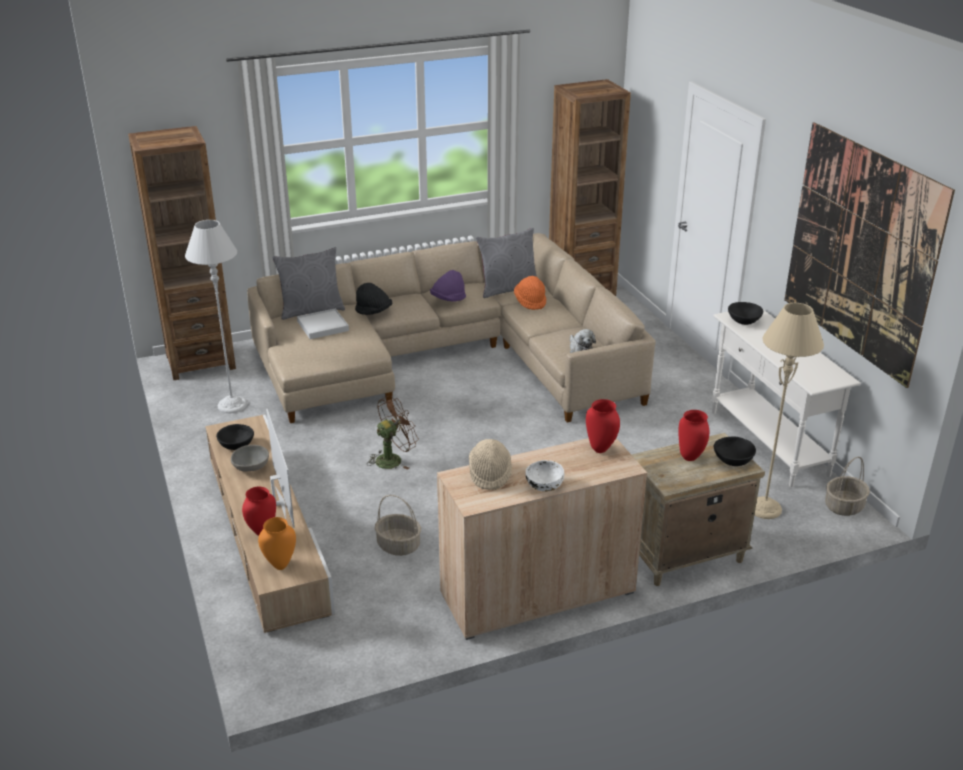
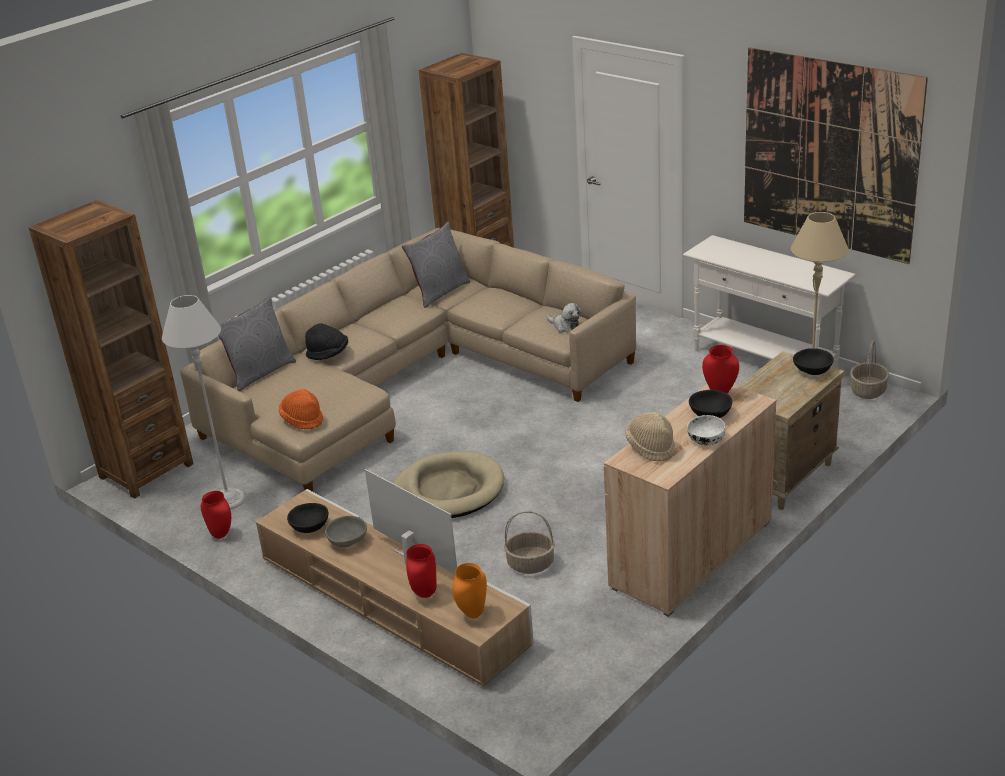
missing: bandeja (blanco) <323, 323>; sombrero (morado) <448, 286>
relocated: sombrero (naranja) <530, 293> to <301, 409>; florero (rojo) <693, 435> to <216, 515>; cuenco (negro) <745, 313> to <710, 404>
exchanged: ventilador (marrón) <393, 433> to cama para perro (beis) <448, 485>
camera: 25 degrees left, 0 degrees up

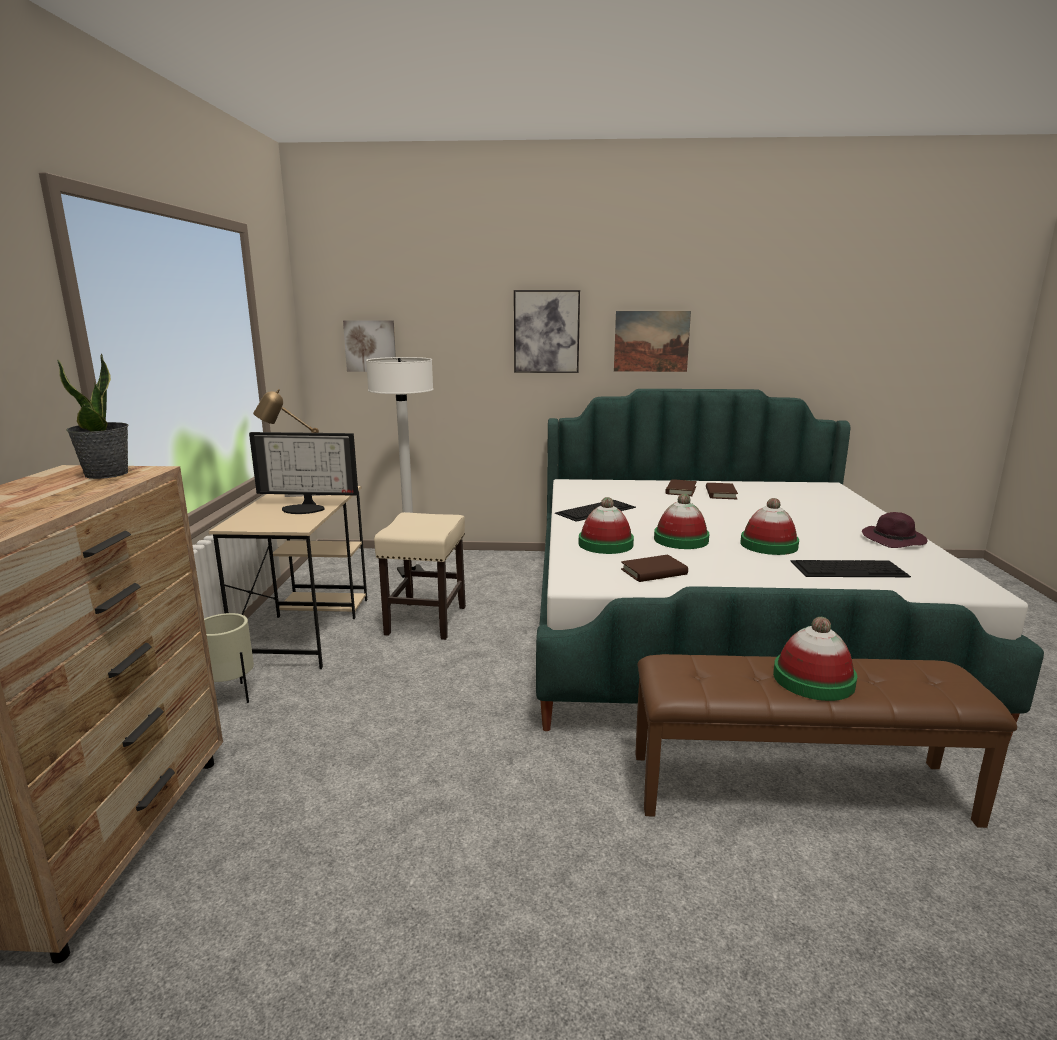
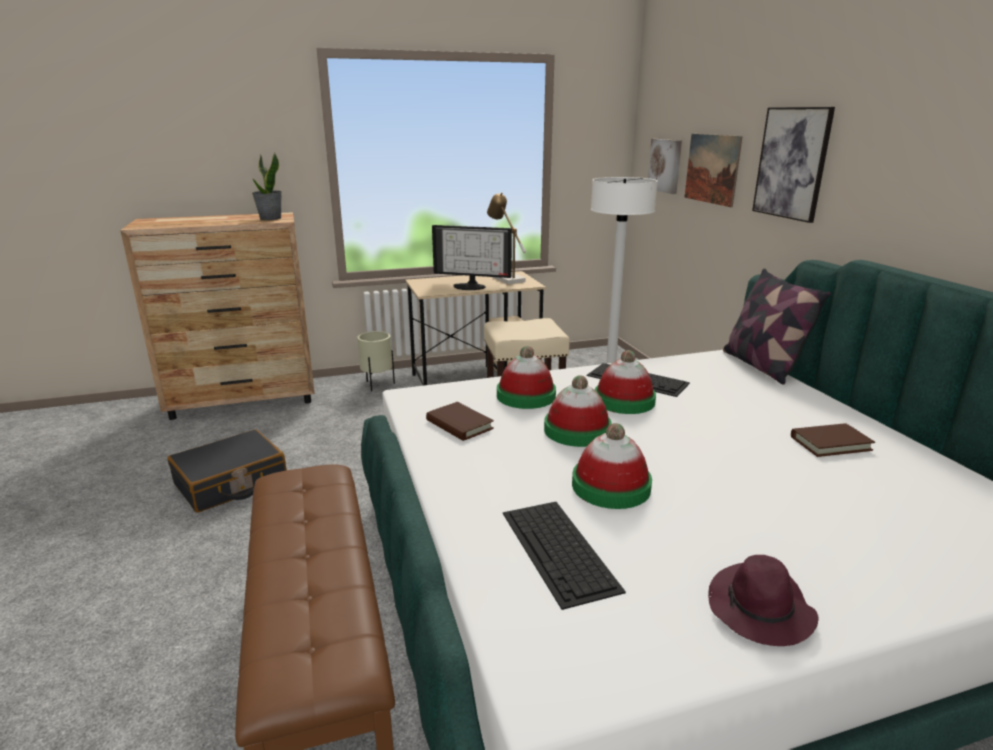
missing: libro (marrón) <681, 487>
appeared: maleta (negro) <227, 471>; cojín <777, 326>
relocated: cuadro <652, 341> to <713, 170>; sombrero <815, 659> to <625, 382>
spun: monitor <303, 473> = <472, 257> 60 degrees counterclockwise
camera: 70 degrees right, 5 degrees up

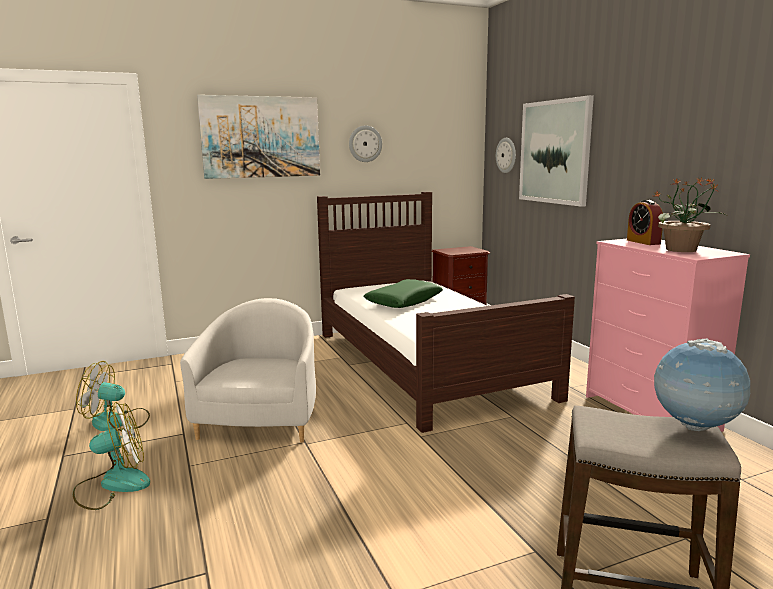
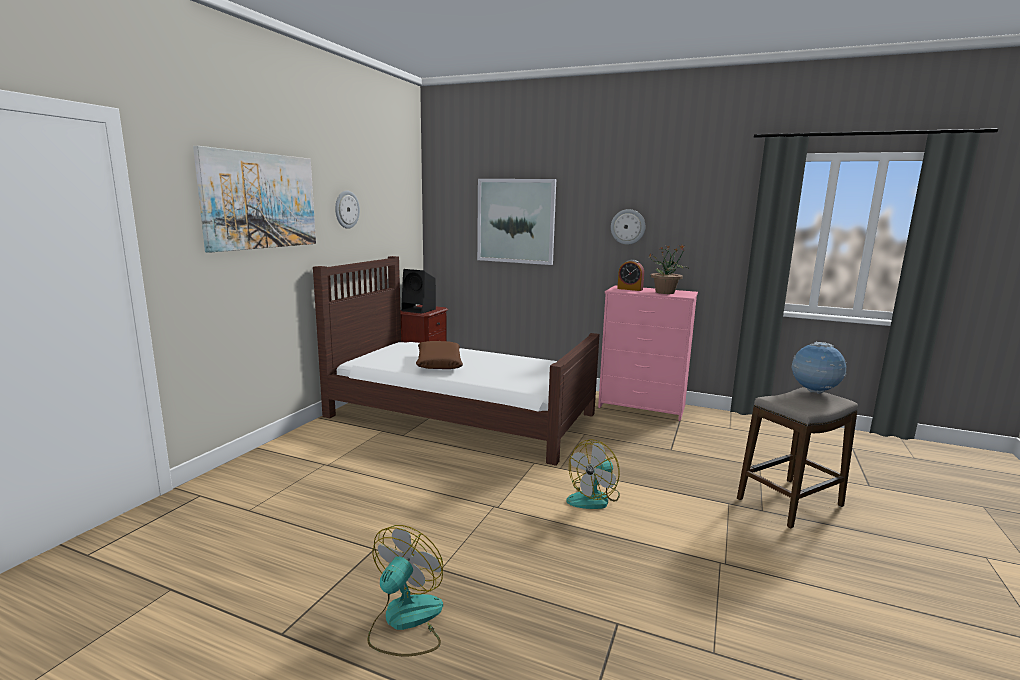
missing: sillón (blanco) <248, 370>
appeared: altavoz (negro) <418, 291>
relocated: ventilador <113, 396> to <593, 474>; reloj de pared <506, 155> to <628, 227>
colour: cojín (verde) <403, 293> to cojín (marrón) <439, 355>
camera: 45 degrees left, 0 degrees up

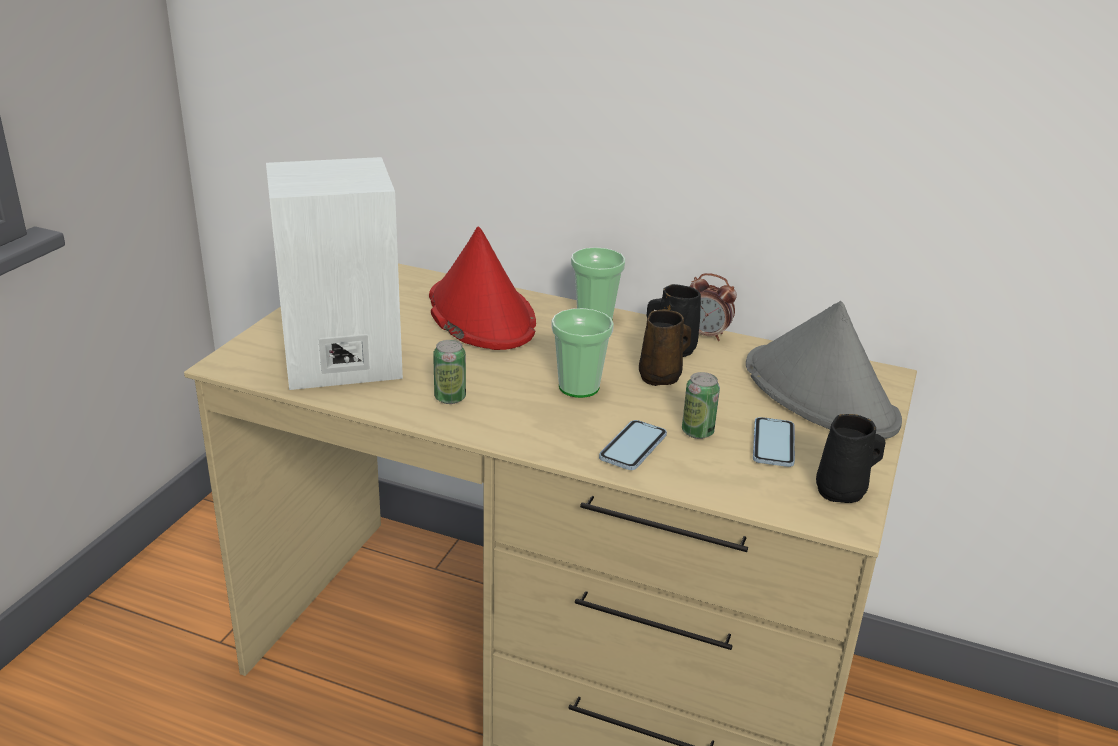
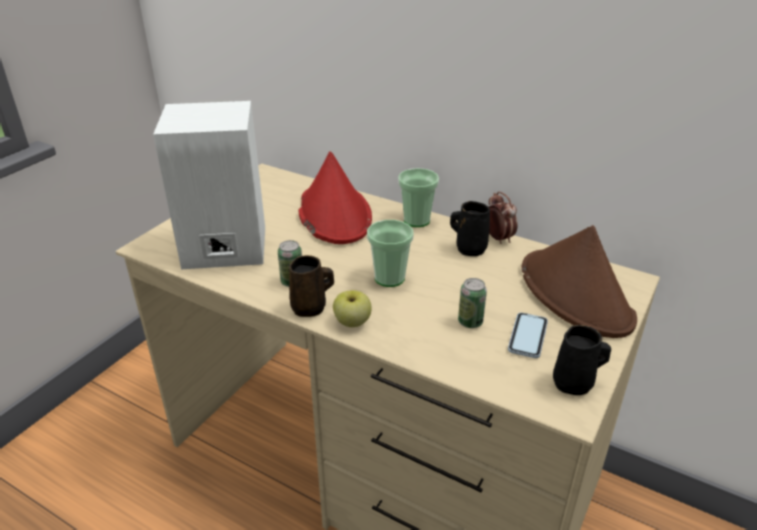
missing: móvil <633, 445>
appeared: manzana <352, 308>
relocated: taza grande (marrón) <665, 348> to <311, 286>
colour: sombrero (gris) <824, 370> to sombrero (marrón) <579, 281>
spun: despertador <713, 307> = <503, 218> 150 degrees counterclockwise
camera: 10 degrees right, 5 degrees up

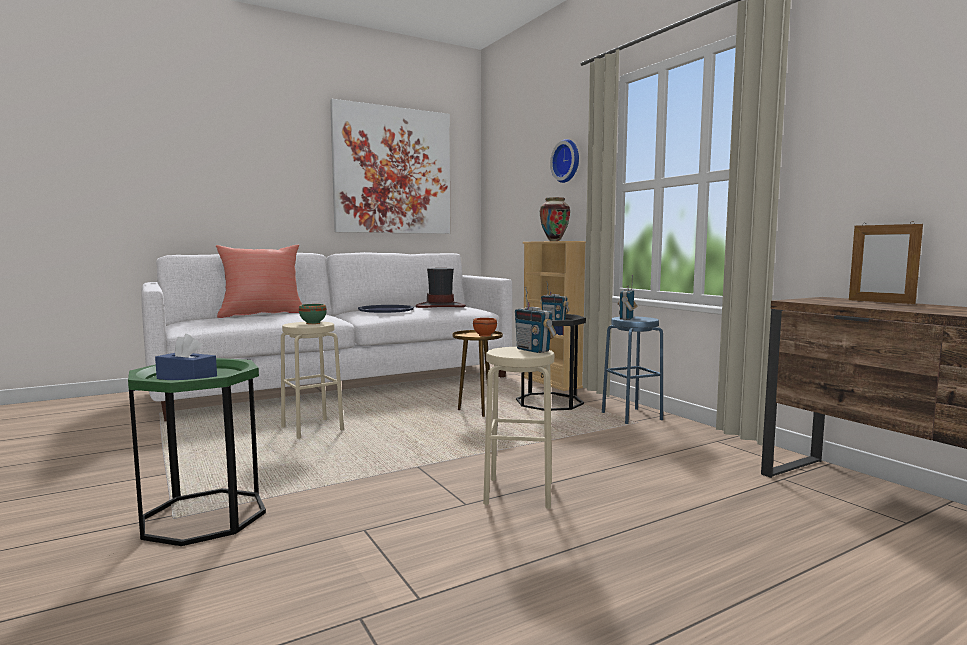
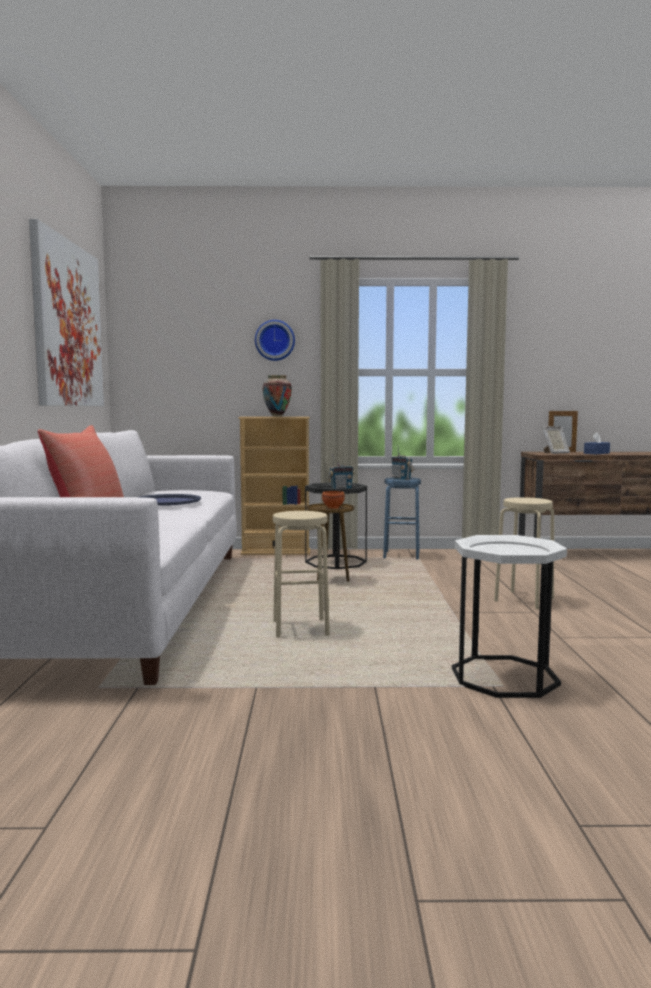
missing: cuenco (verde) <313, 314>; sombrero <441, 288>; radio <535, 320>
appeared: portarretratos <556, 440>
relocated: caja de pañuelos (azul) <186, 357> to <597, 443>
colour: mesa auxiliar (verde) <197, 452> to mesa auxiliar (blanco) <509, 616>
camera: 60 degrees left, 0 degrees up

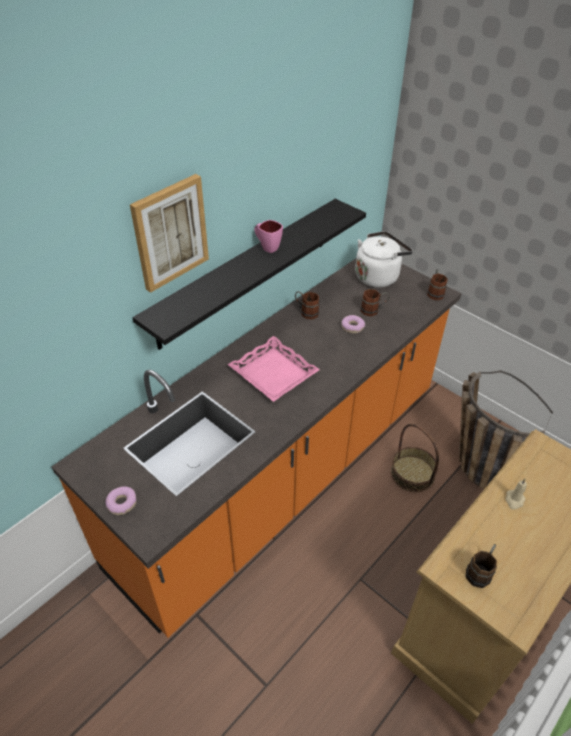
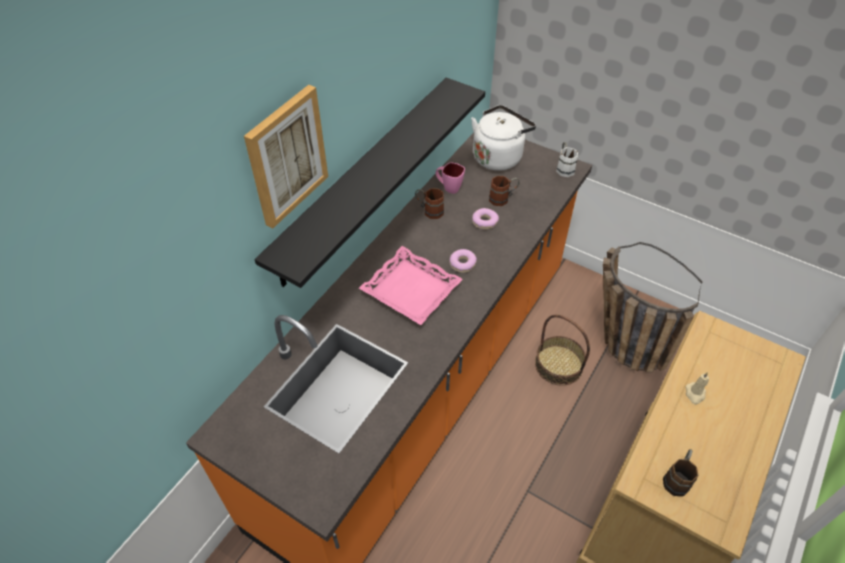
relocated: rosquilla <120, 501> to <463, 261>; taza grande (rosa) <268, 236> to <450, 178>
colour: taza grande (marrón) <437, 284> to taza grande (blanco) <567, 159>
camera: 10 degrees left, 5 degrees up

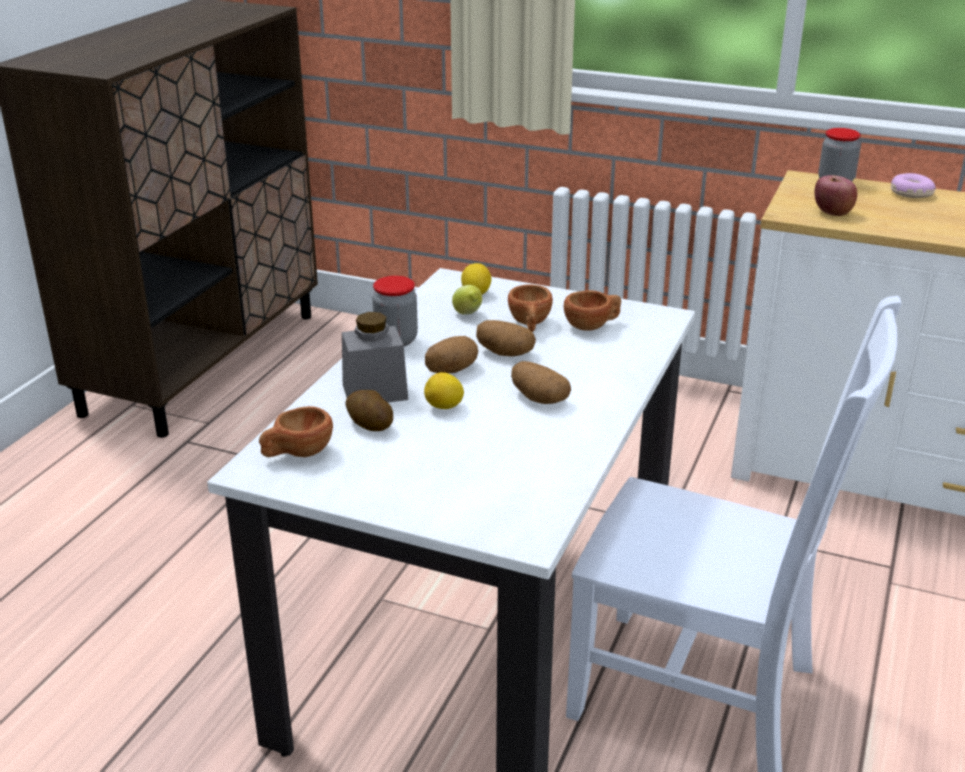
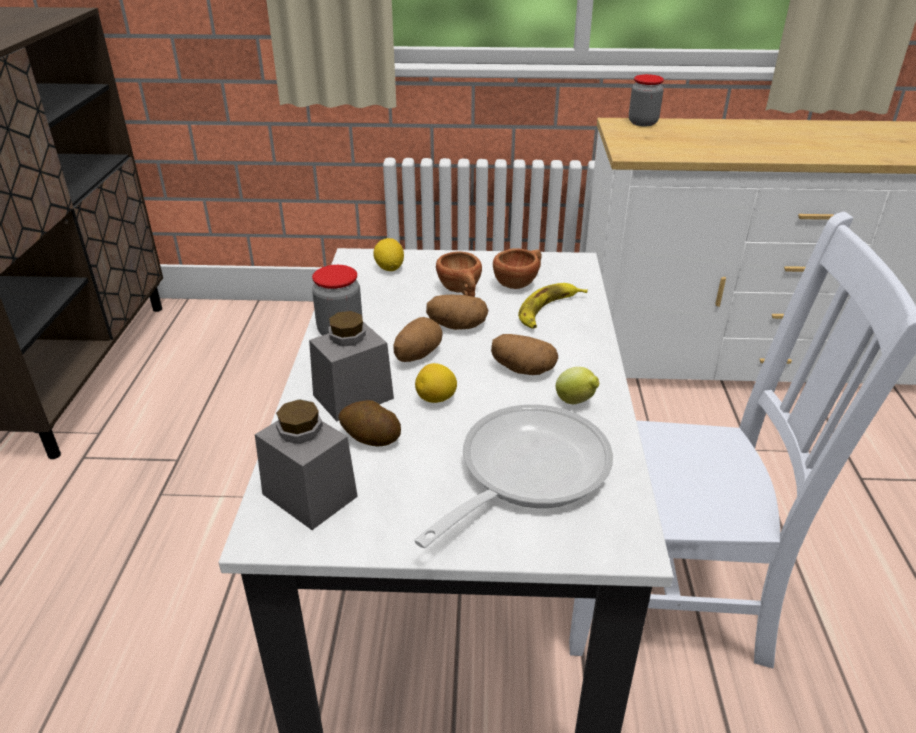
missing: manzana <836, 195>; rosquilla <913, 185>
appeared: sartén <513, 476>; plátano <553, 306>
relocated: limón <467, 300> to <577, 385>
exchanged: taza (marrón) <296, 431> to tarro (gris) <306, 464>
camera: 20 degrees left, 5 degrees up

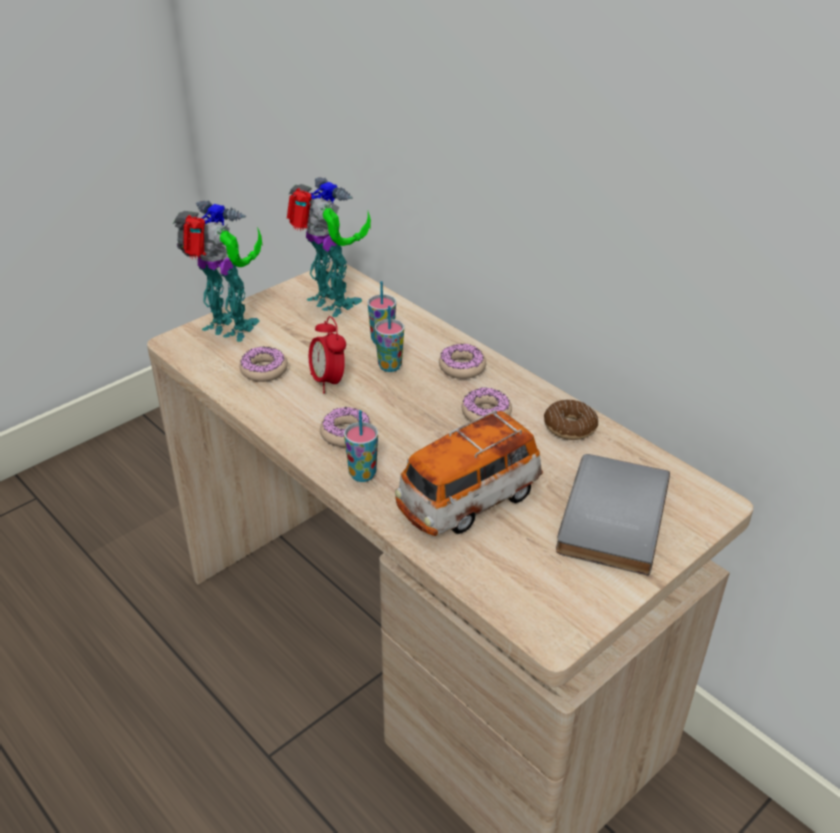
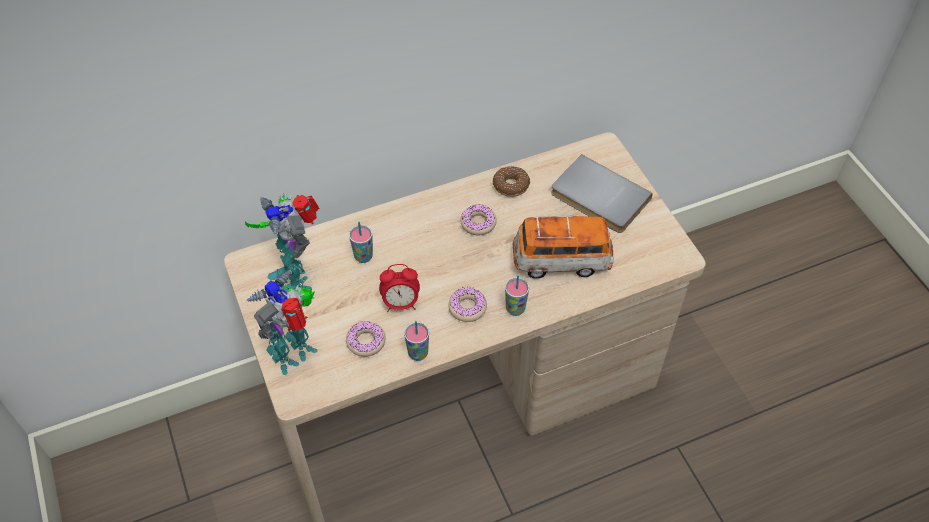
missing: rosquilla <462, 361>
relocated: taza <389, 339> to <416, 341>
spun: robot de juguete <329, 247> = <282, 243> 90 degrees counterclockwise; coche de juguete <469, 473> = <563, 247> 75 degrees counterclockwise
camera: 70 degrees left, 15 degrees up

